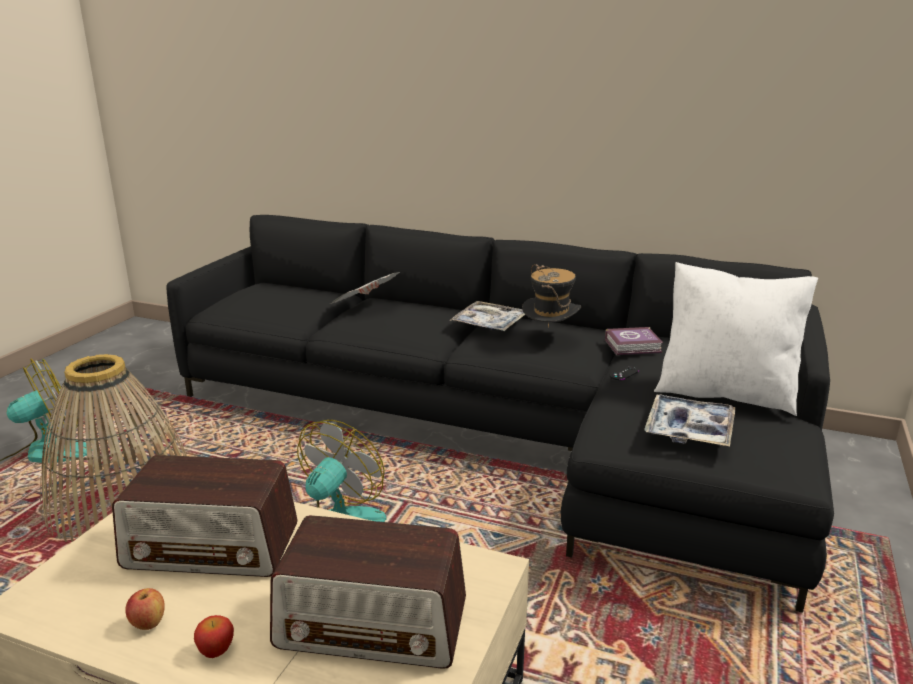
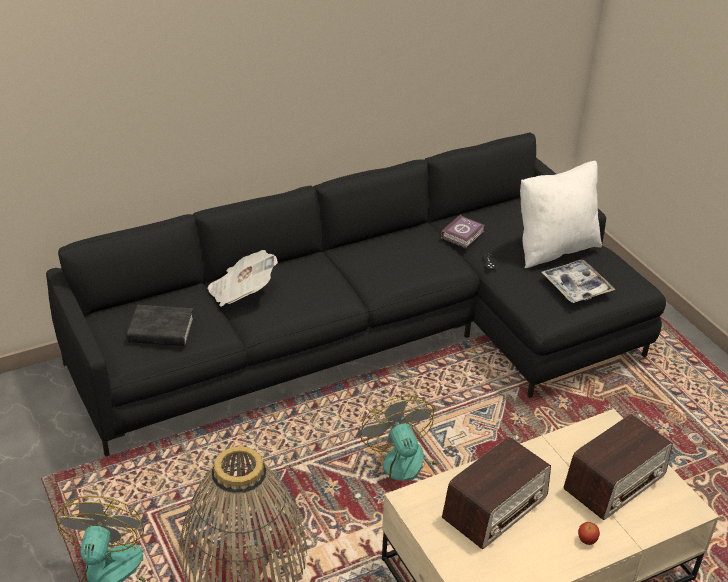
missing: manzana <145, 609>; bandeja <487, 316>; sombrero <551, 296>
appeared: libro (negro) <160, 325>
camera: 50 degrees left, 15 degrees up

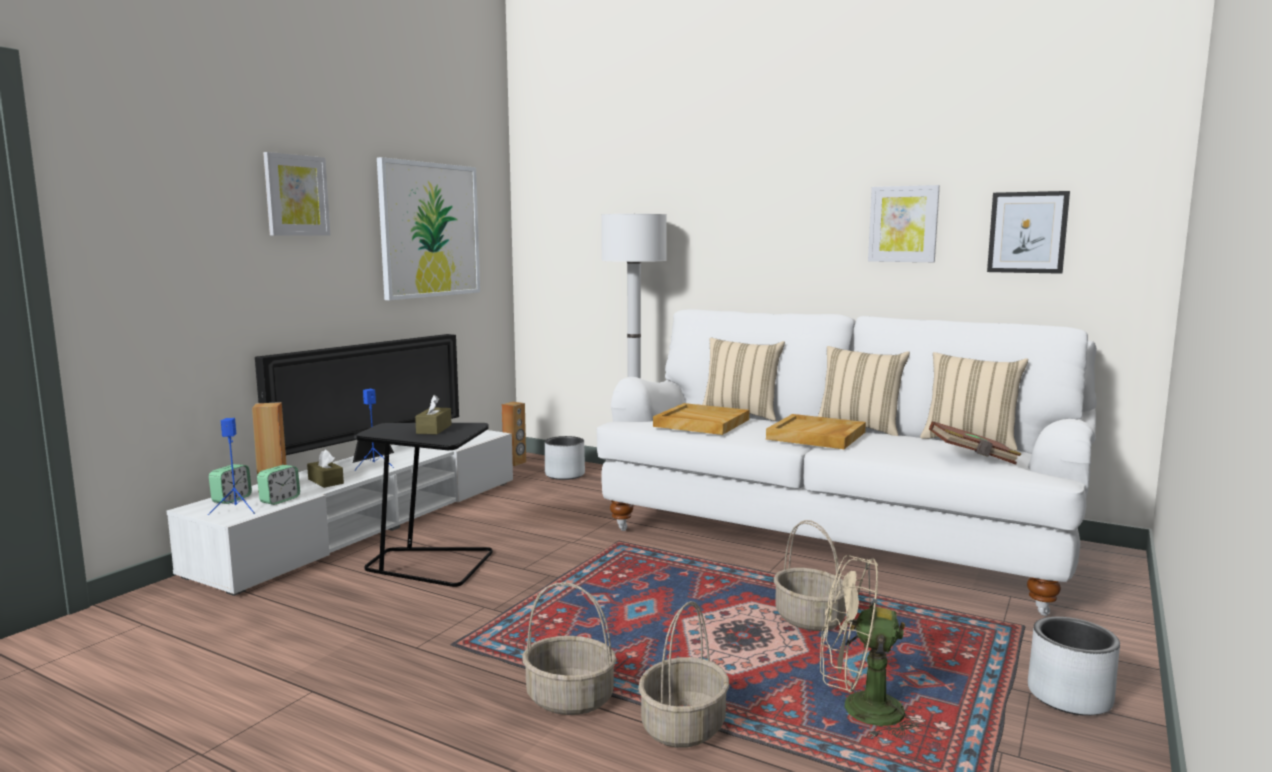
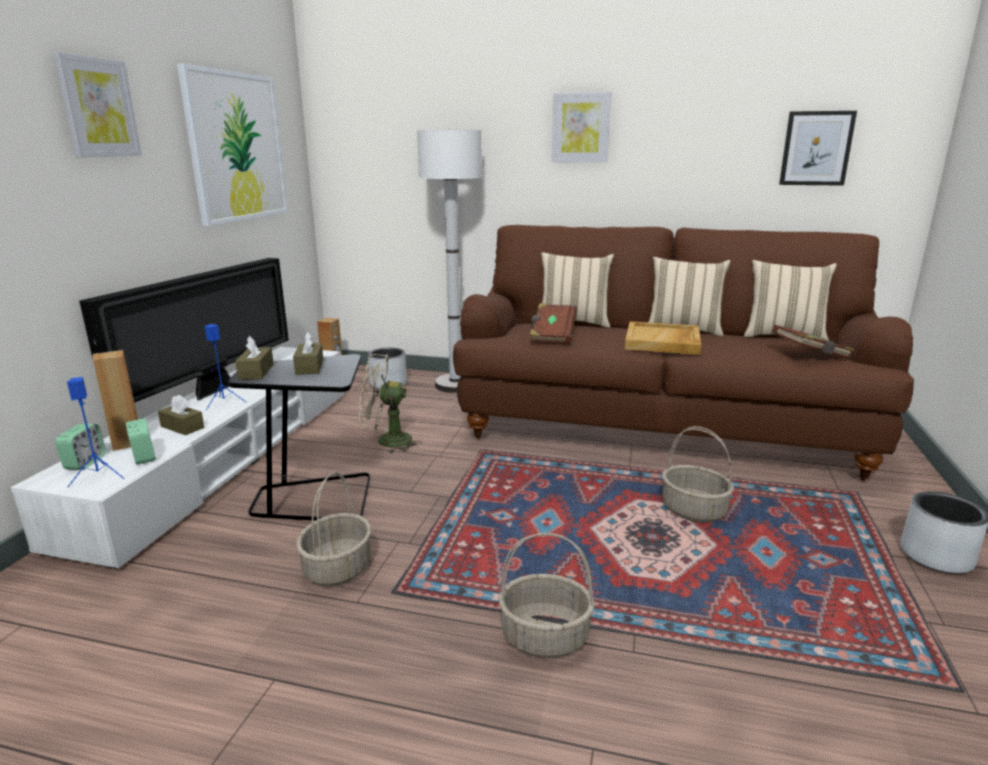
appeared: caja de pañuelos (marrón) <254, 358>
relocated: cesta <683, 674> to <333, 529>; ventilador (beis) <873, 646> to <390, 404>; cuadro <904, 223> to <581, 127>
exchanged: bandeja (beis) <701, 419> to libro (marrón) <553, 323>
colour: sofá (blanco) <847, 462> to sofá (marrón) <683, 352>
spun: despertador <278, 485> = <141, 441> 45 degrees counterclockwise
camera: 15 degrees left, 10 degrees up

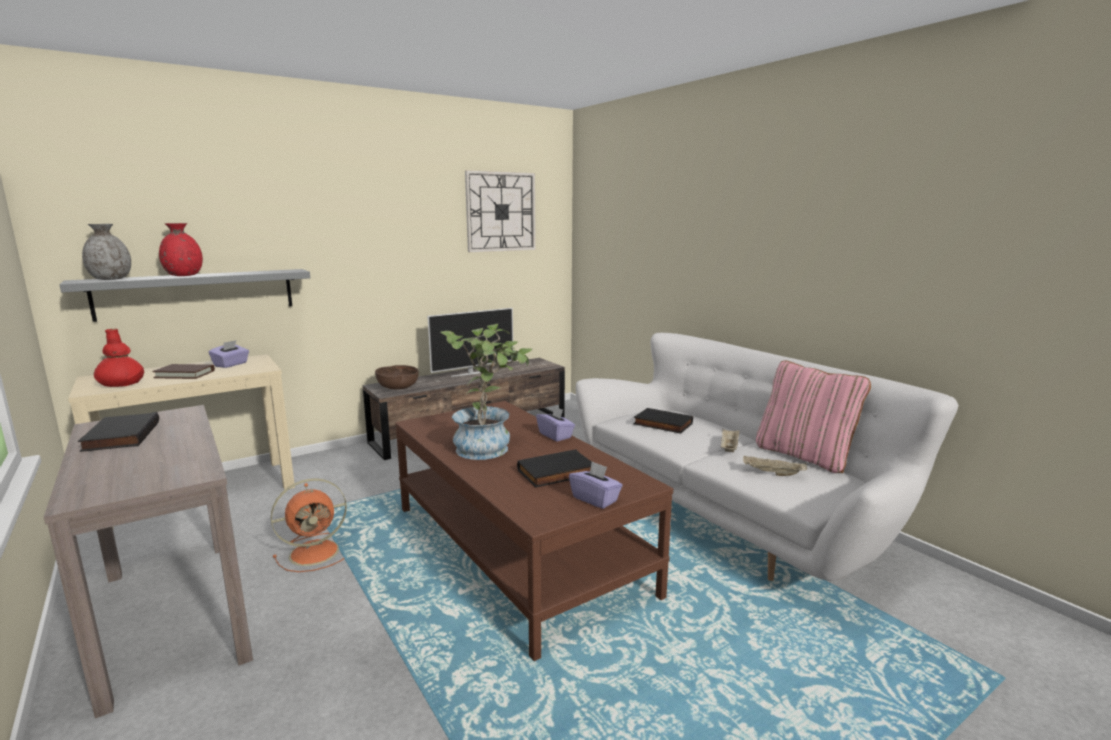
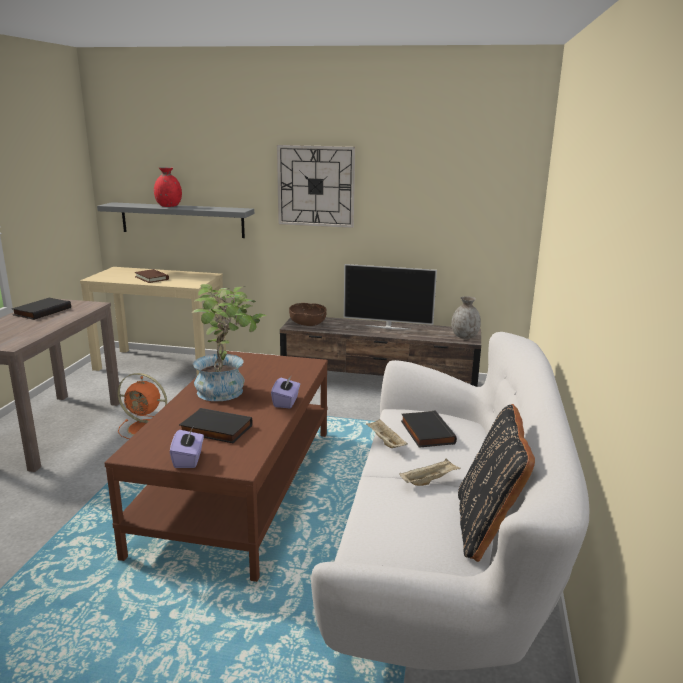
missing: florero (rojo) <119, 358>; caja de pañuelos (morado) <229, 354>
relocated: florero (gris) <106, 252> to <466, 317>; reloj de pared <500, 211> to <316, 186>; bandeja (beis) <775, 466> to <387, 433>
colour: cojín (rosa) <813, 417> to cojín (negro) <496, 483>
camera: 45 degrees right, 5 degrees up

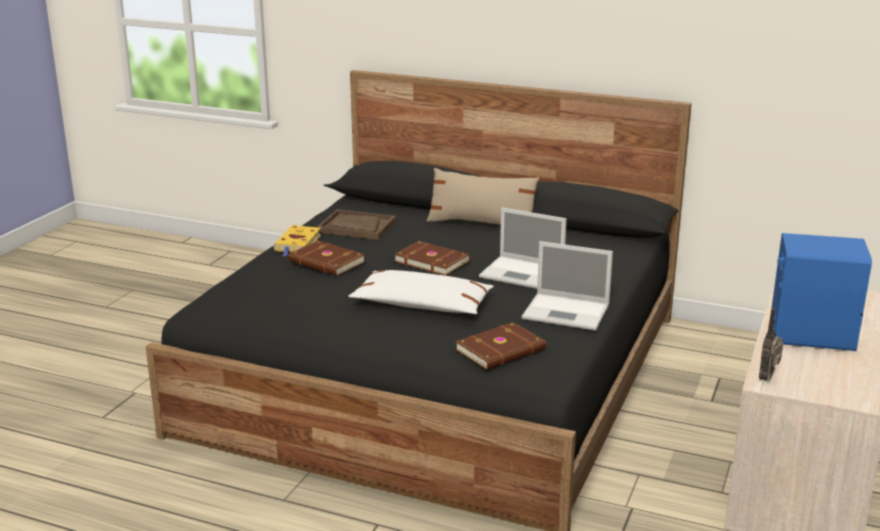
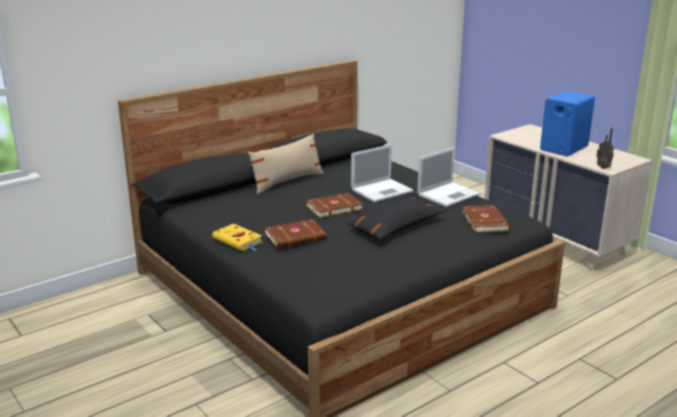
missing: bandeja (marrón) <356, 224>
colour: cojín (blanco) <421, 292> to cojín (negro) <396, 218>
camera: 60 degrees left, 0 degrees up

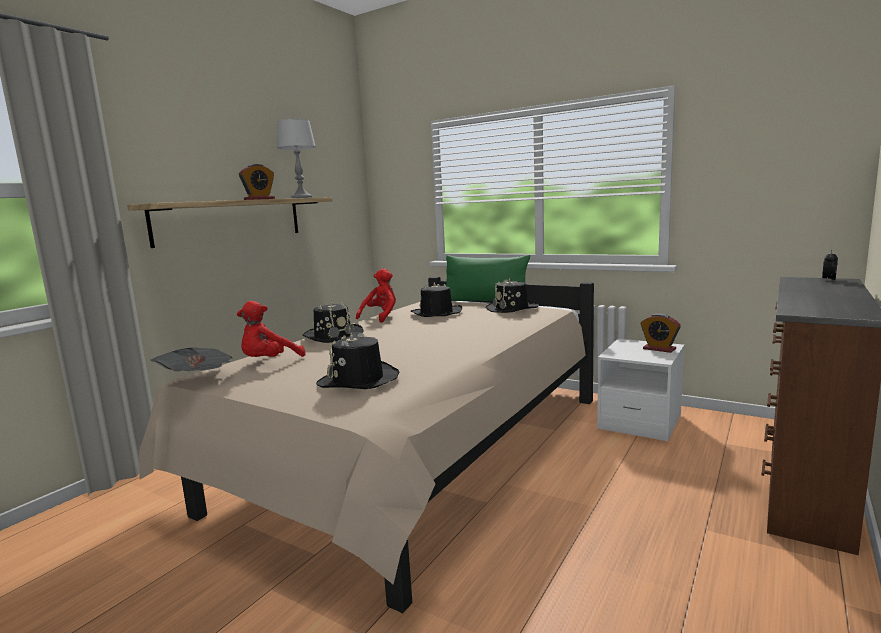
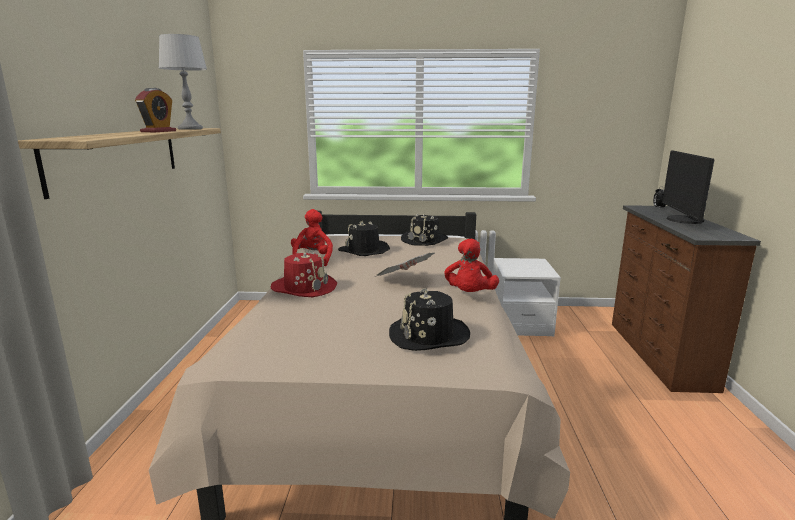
missing: cojín (verde) <488, 278>; despertador <661, 333>
appeared: monitor <688, 187>
relocated: periódico <191, 359> to <404, 265>; peluche (rojo) <271, 329> to <471, 265>
colour: sombrero (negro) <333, 322> to sombrero (rojo) <304, 274>
camera: 30 degrees left, 5 degrees up

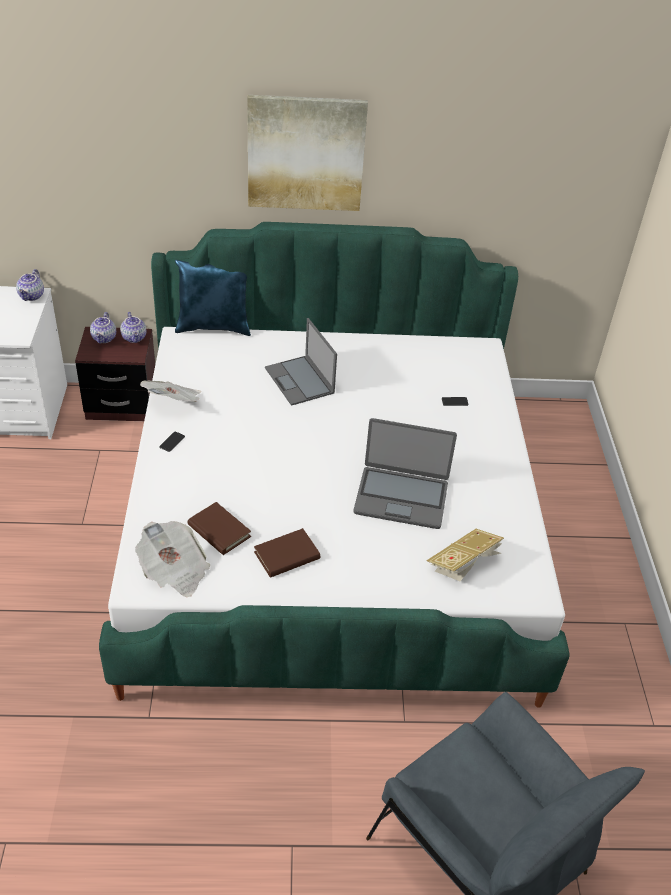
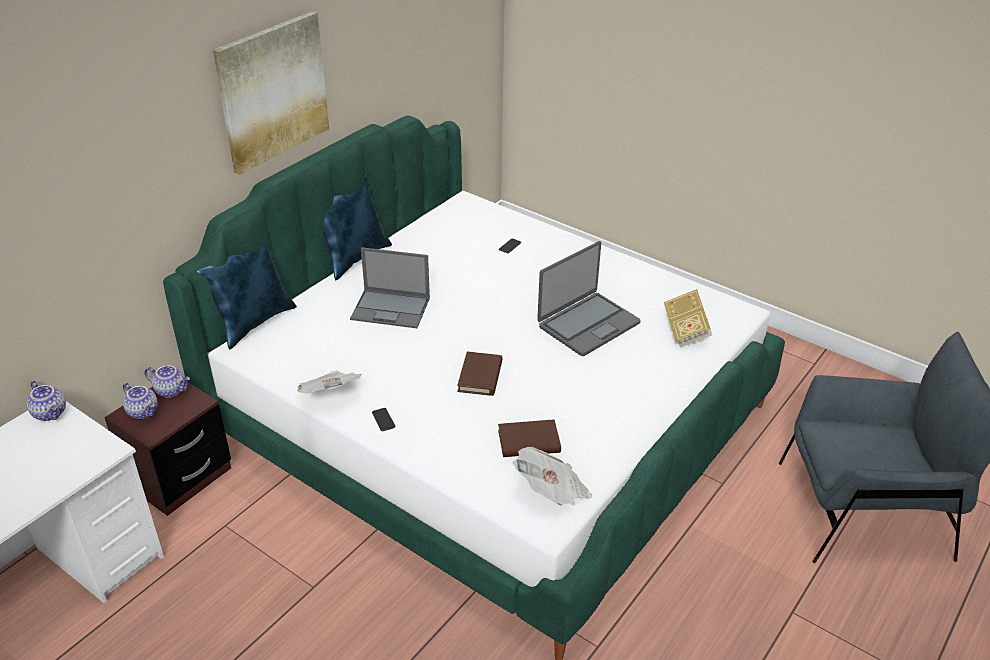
appeared: cojín (azul) <357, 227>
relocated: libro (marrón) <287, 553> to <479, 373>
camera: 50 degrees left, 5 degrees down

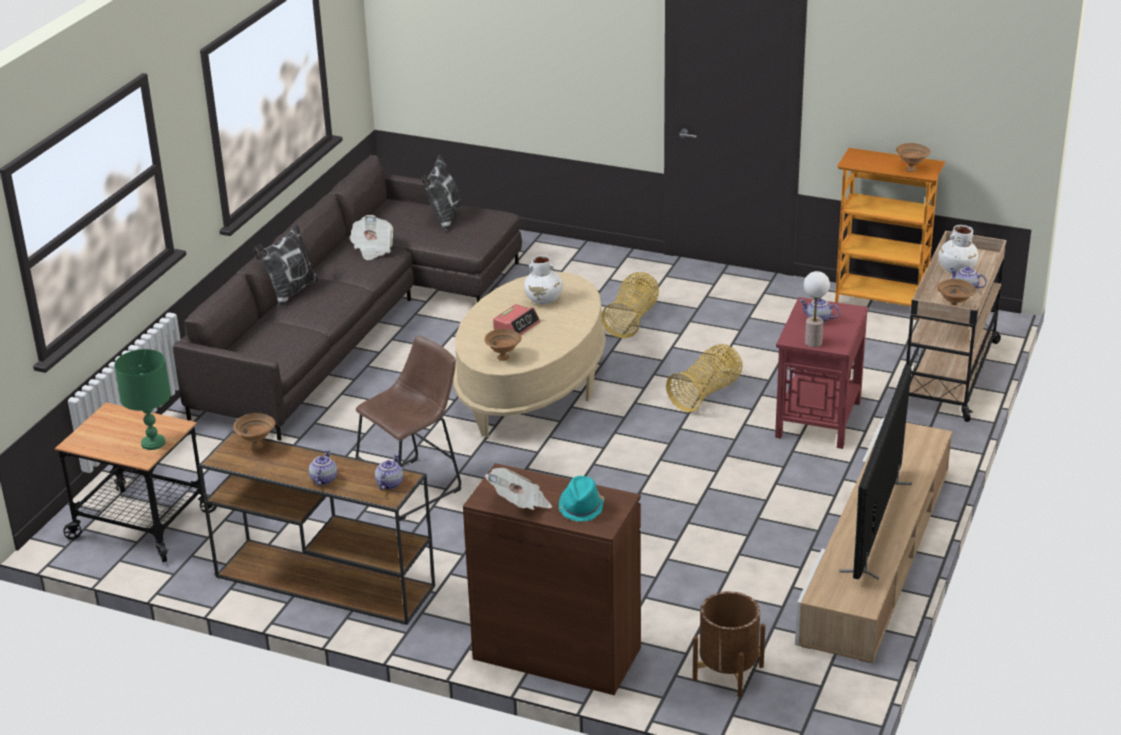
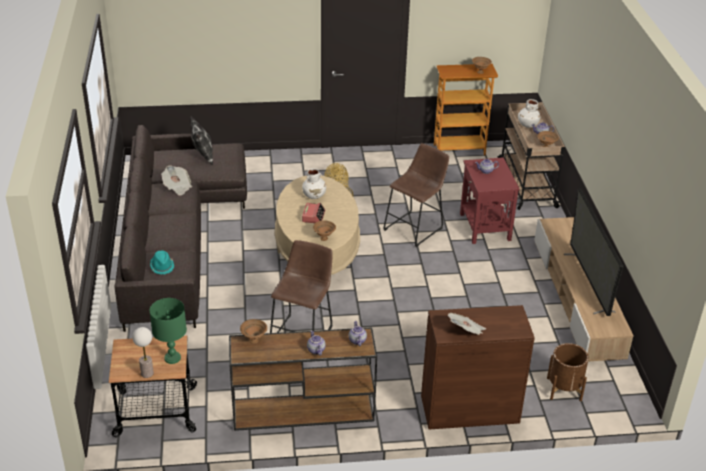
missing: cojín <286, 266>
relocated: sombrero (turquesa) <581, 499> to <162, 262>; lámpara de mesa <817, 309> to <143, 352>
exchanged: cesta <704, 378> to taburete (marrón) <416, 195>
camera: 30 degrees left, 5 degrees up

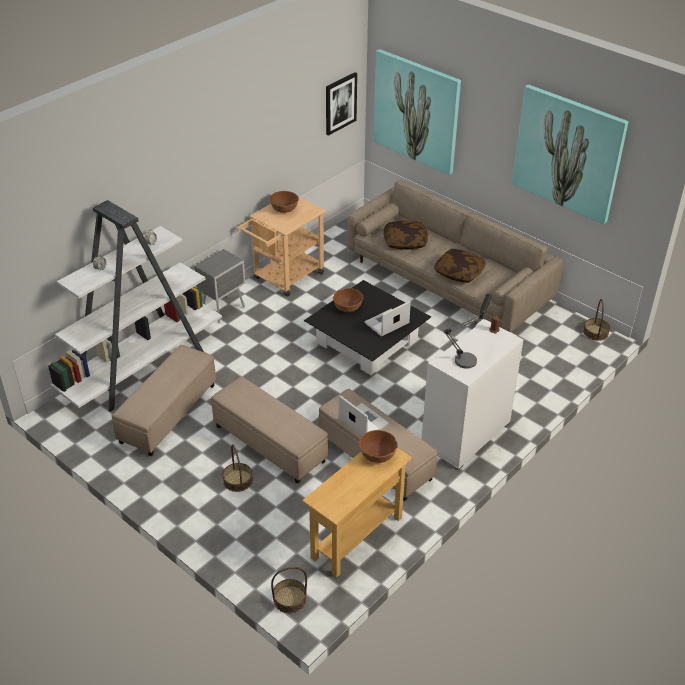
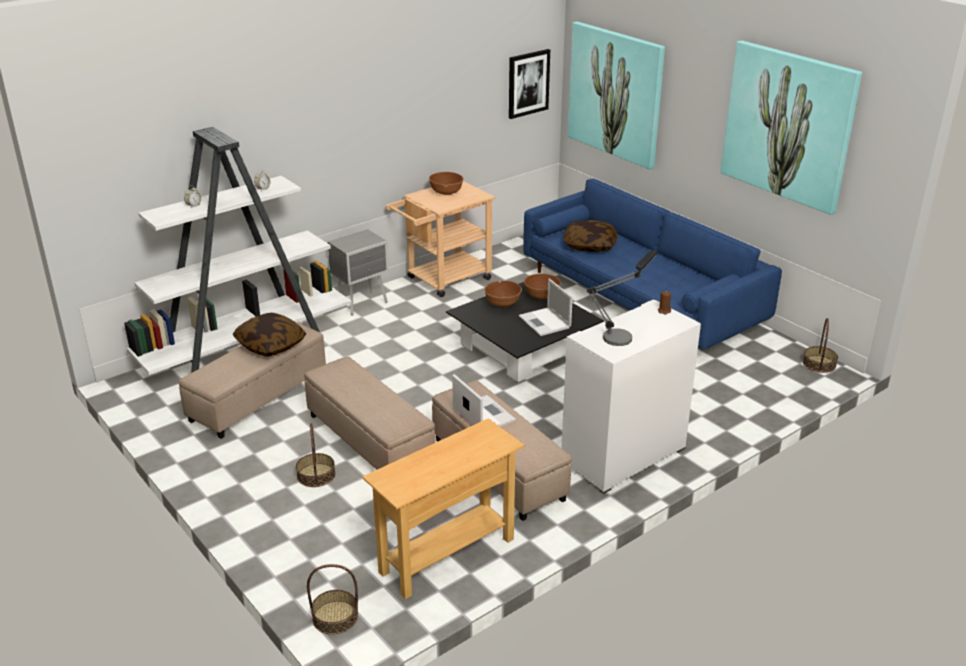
relocated: cuenco (marrón) <378, 446> to <542, 286>; cojín <459, 266> to <269, 334>
colour: sofá (beis) <455, 256> to sofá (azul) <652, 264>
spun: portátil <387, 318> = <546, 307> 90 degrees counterclockwise
camera: 10 degrees right, 10 degrees down

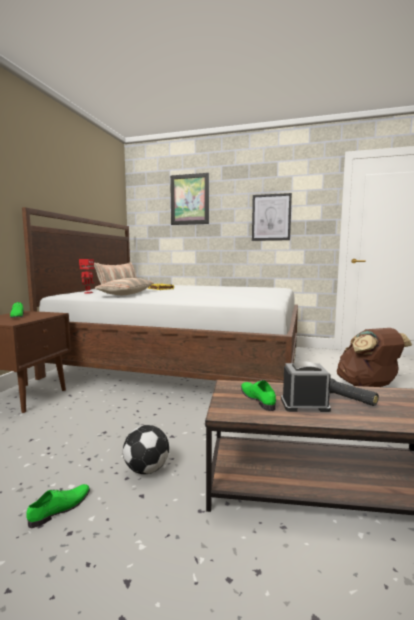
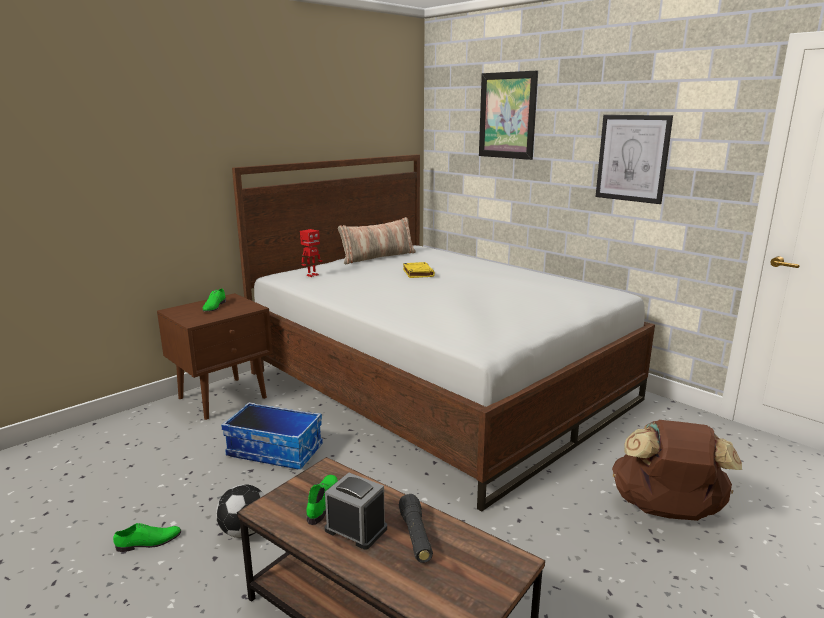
missing: cojín <124, 286>
appeared: caja de almacenaje <272, 435>
camera: 30 degrees right, 10 degrees up

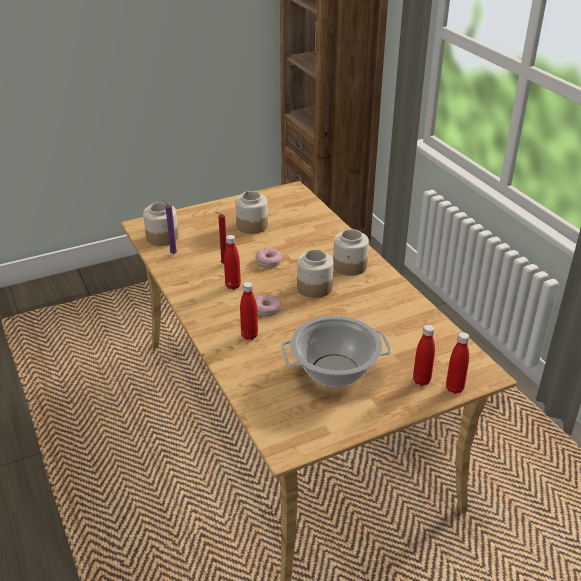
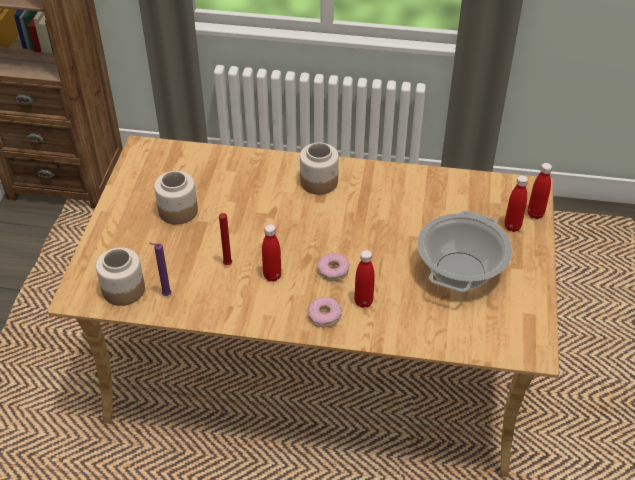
missing: tarro <315, 273>
relocated: rosquilla <269, 258> to <325, 312>
camera: 55 degrees left, 10 degrees up

